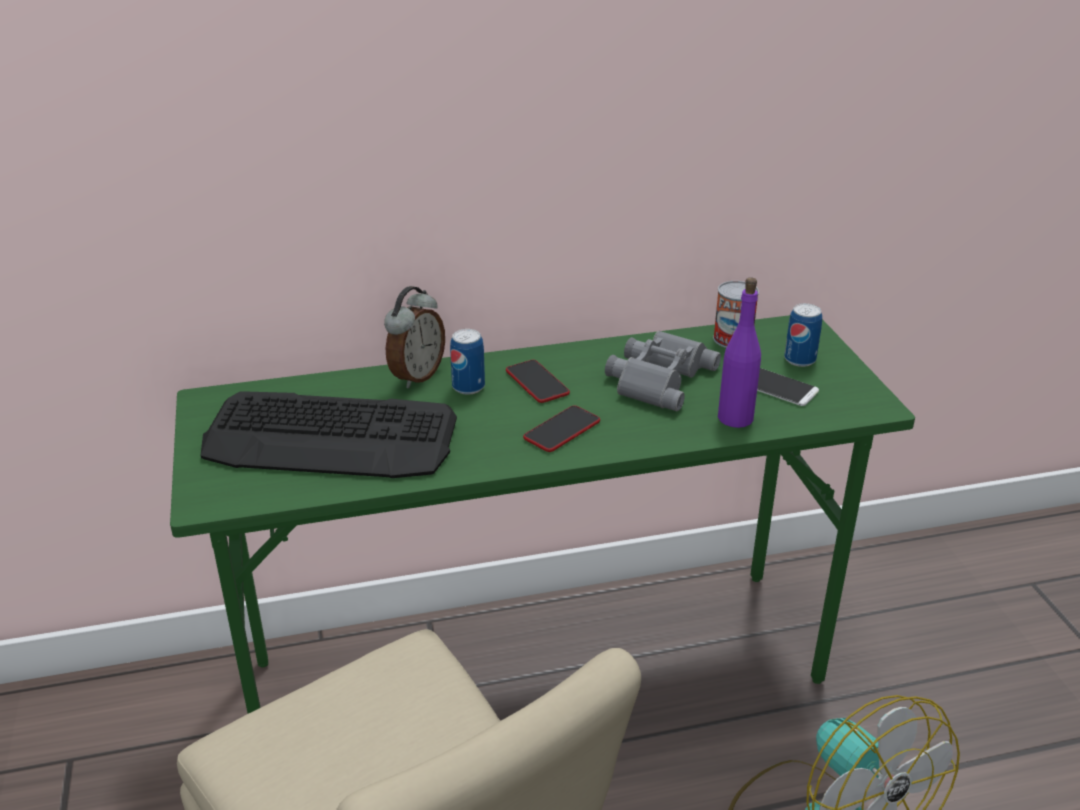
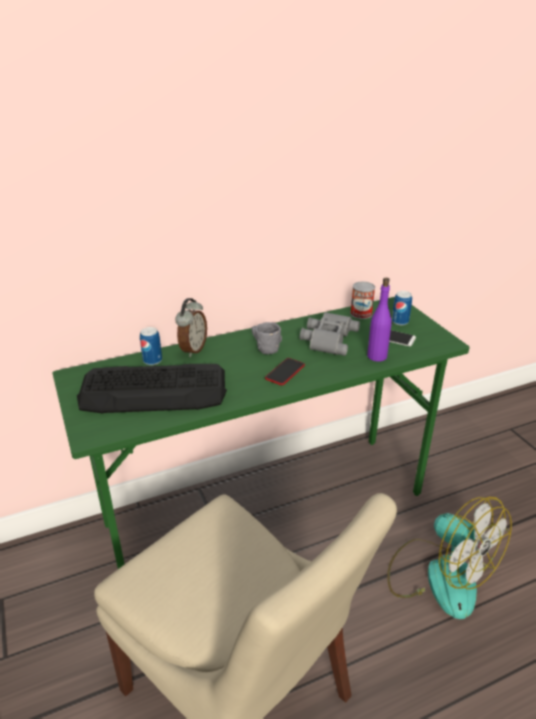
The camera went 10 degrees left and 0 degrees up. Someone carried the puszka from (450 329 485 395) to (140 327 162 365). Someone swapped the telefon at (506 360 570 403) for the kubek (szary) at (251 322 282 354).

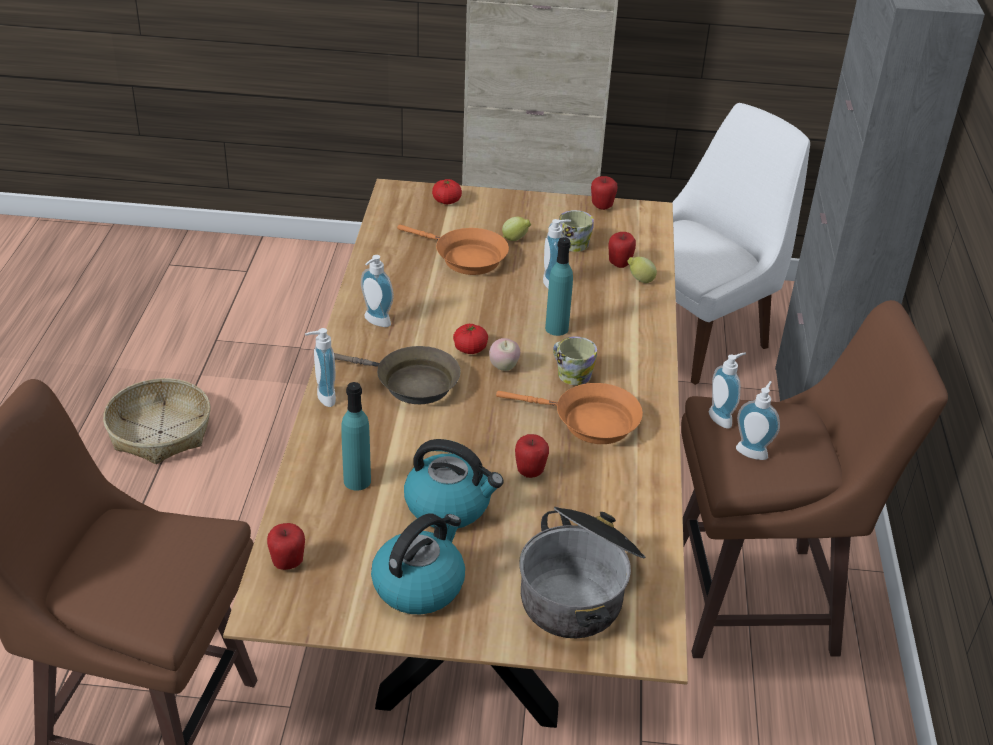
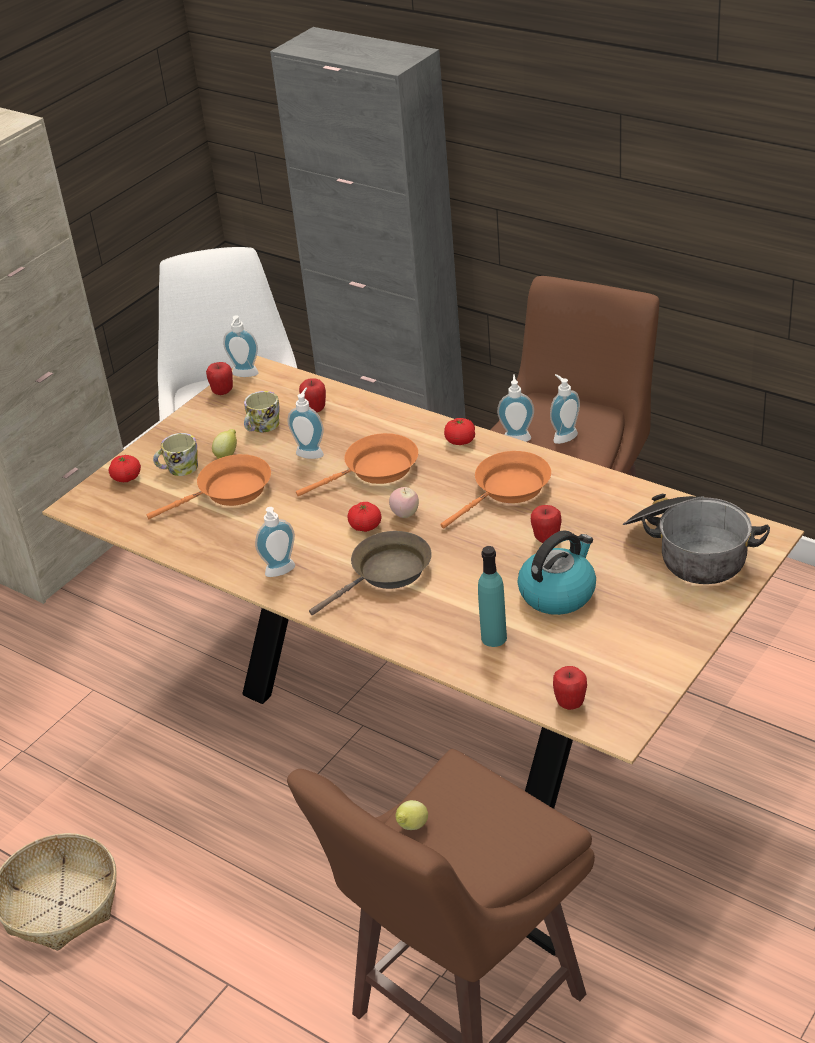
The camera went 55 degrees left and 0 degrees up. Someone carried the dozownik mydła from (305 328 336 407) to (223 315 259 377). Someone took away the czajnik at (371 513 465 614). Someone swapped the butelka (turkusowy) at (545 237 573 336) for the patelnia (pomarańczowy) at (296 433 418 496). Someone carried the kubek from (553 337 597 385) to (153 433 198 476). Someone carried the cytryna from (628 257 657 283) to (396 800 428 830). Someone put down the pomidor at (444 418 475 445).

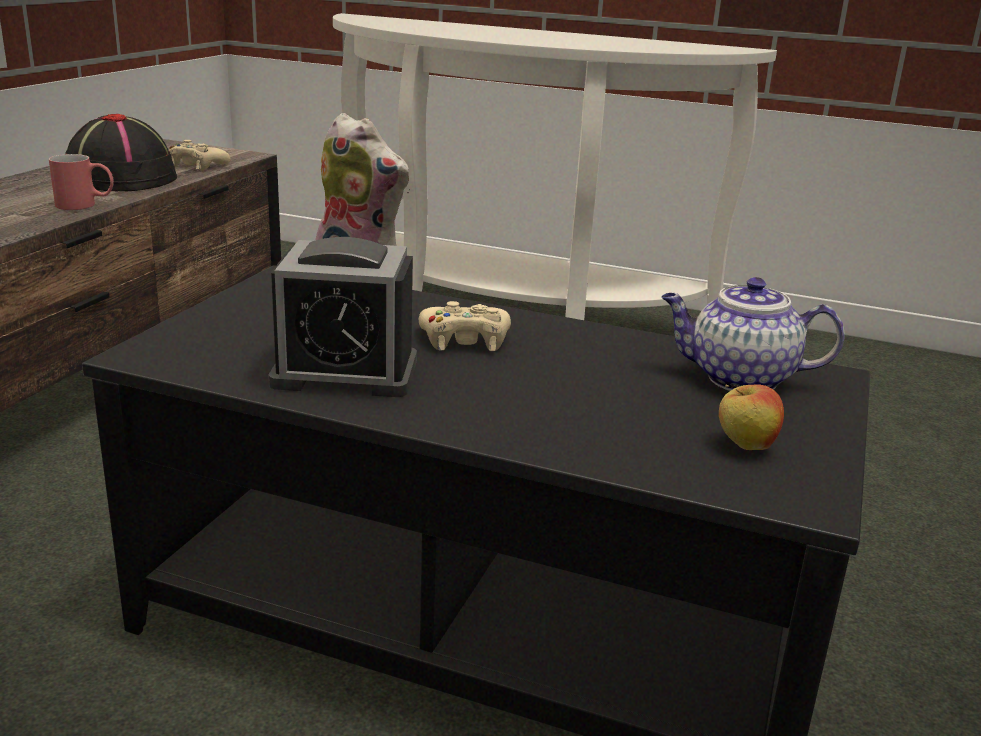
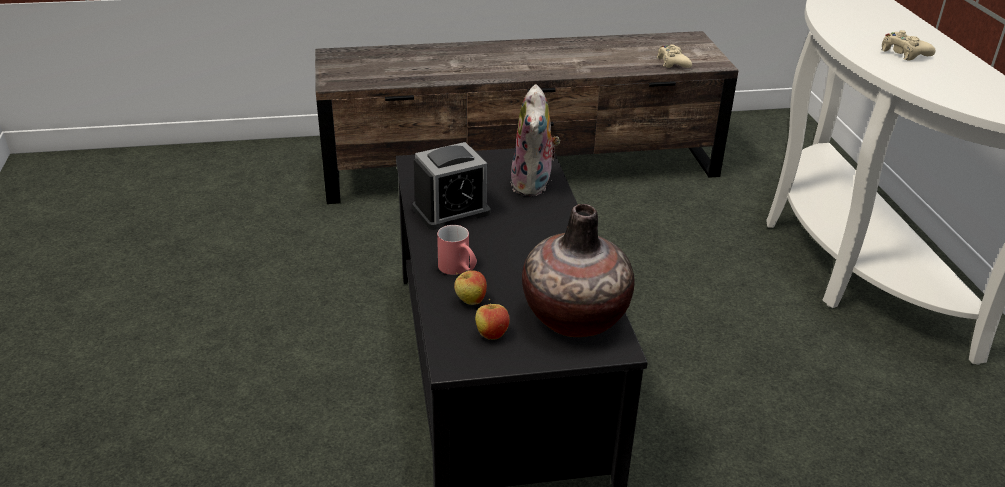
The camera went 60 degrees right and 10 degrees up. Someone carried the kubek (czerwony) from (49 154 114 210) to (437 225 477 275). Someone took away the kapelusz (czarny) at (65 114 177 191). Someone rotated the budzik at (268 237 417 397) by 90 degrees counterclockwise. Someone carried the pad do gier (beżowy) from (419 301 511 351) to (882 30 936 61). Someone swapped the imbryk at (661 277 845 391) for the wazon at (522 204 635 337). Someone put down the jabłko at (454 271 487 305).

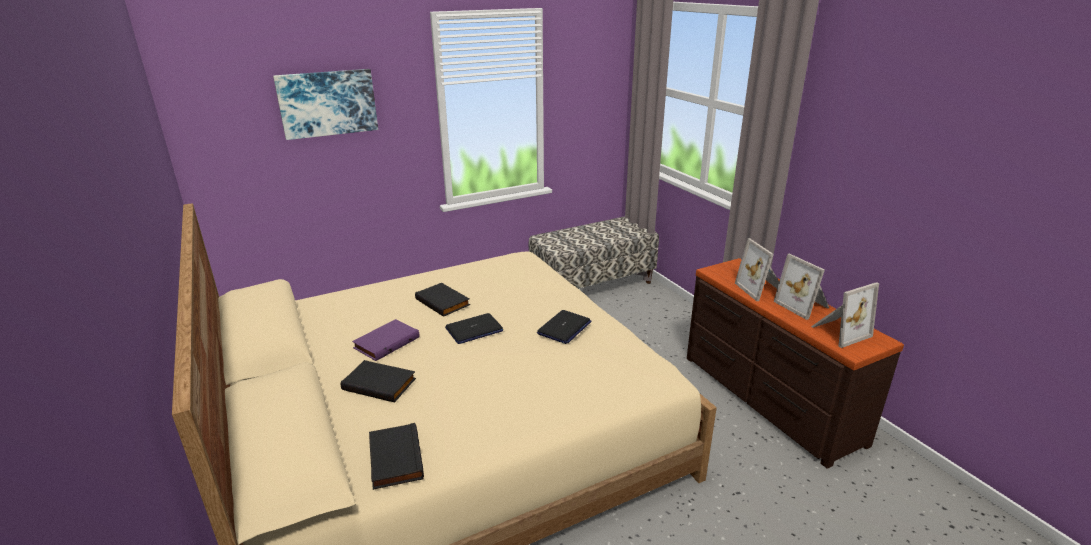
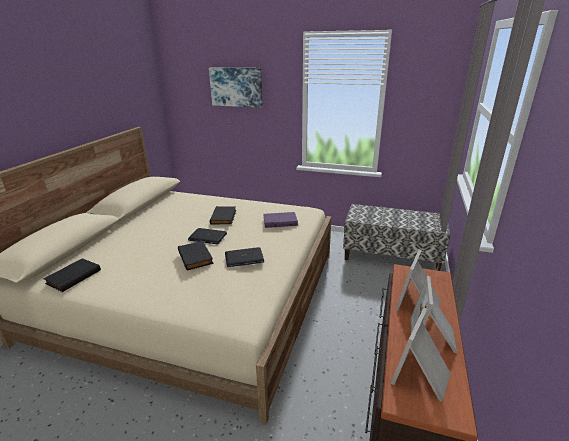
The camera went 45 degrees right and 0 degrees up. Someone carried the książka (czarny) from (341 360 416 402) to (178 241 214 271). Someone carried the książka (fioletowy) from (352 319 420 361) to (263 212 298 228). Someone rotated the ramka na zdjęcie at (811 282 879 348) by 105 degrees clockwise.

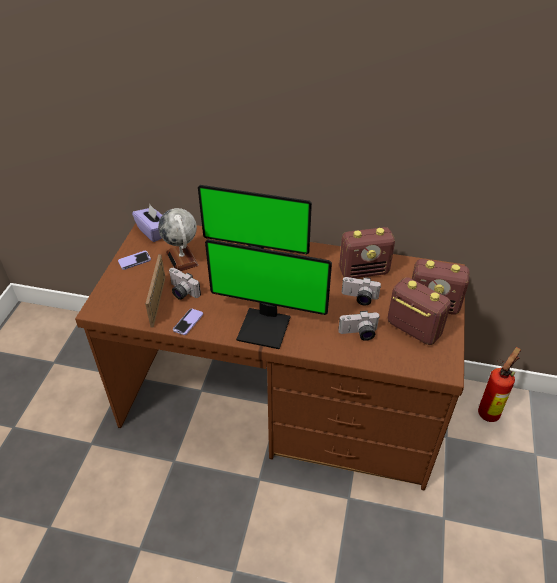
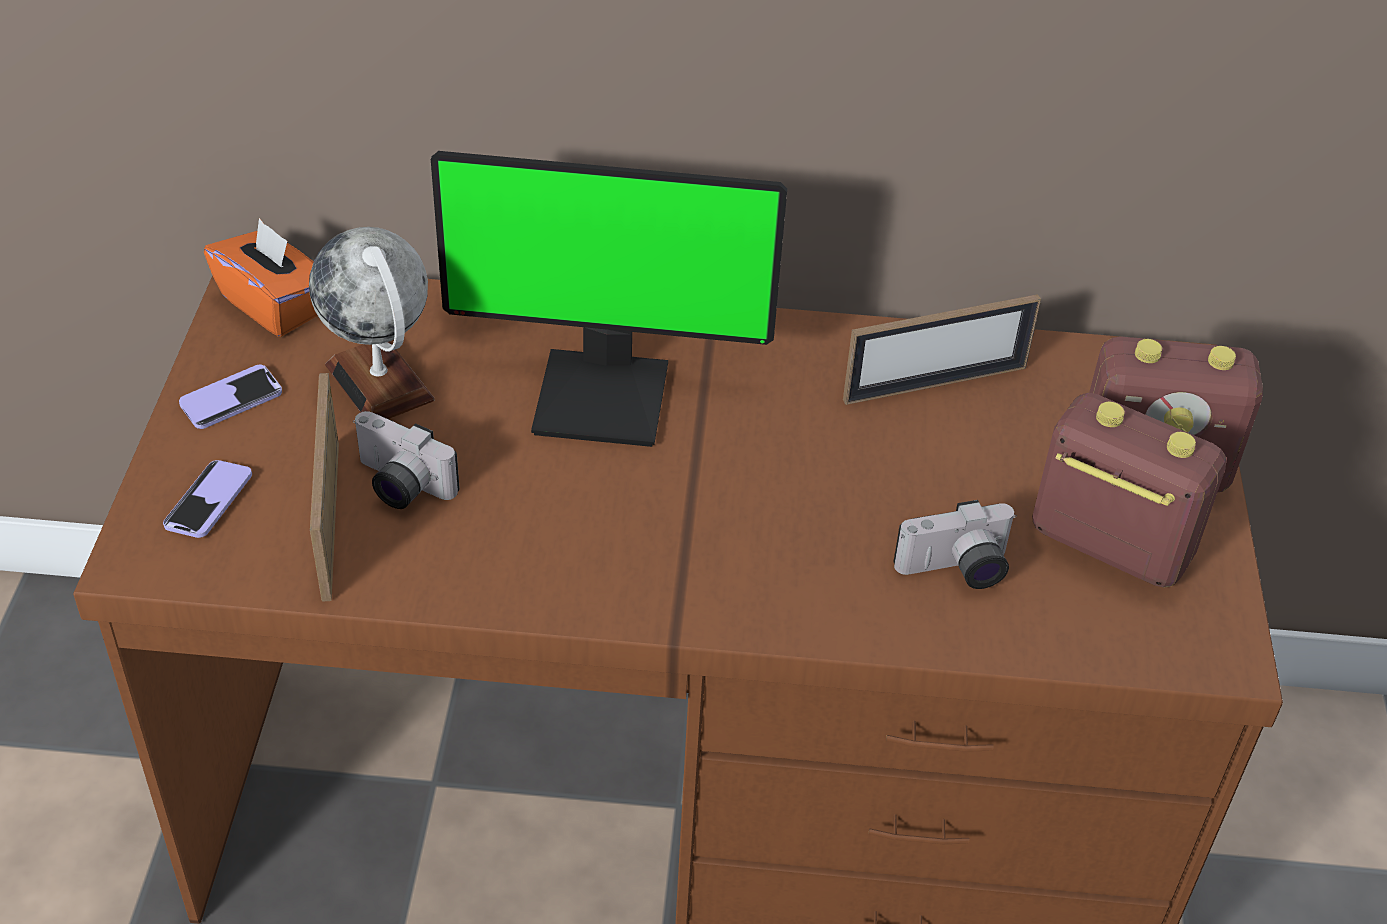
The camera went 10 degrees left and 0 degrees up. Someone repainted the pudełko chusteczek (fioletowy) at (132 204 162 242), which became the pudełko chusteczek (pomarańczowy) at (204 218 318 337). Someone carried the telefon from (173 309 203 335) to (163 460 252 538). Someone took away the monitor at (205 239 332 349). Someone swapped the radio at (339 227 395 278) for the ramka na zdjęcie at (843 294 1041 405). Someone took away the aparat fotograficzny at (342 277 381 306). Someone took away the gaśnica at (478 347 521 422).

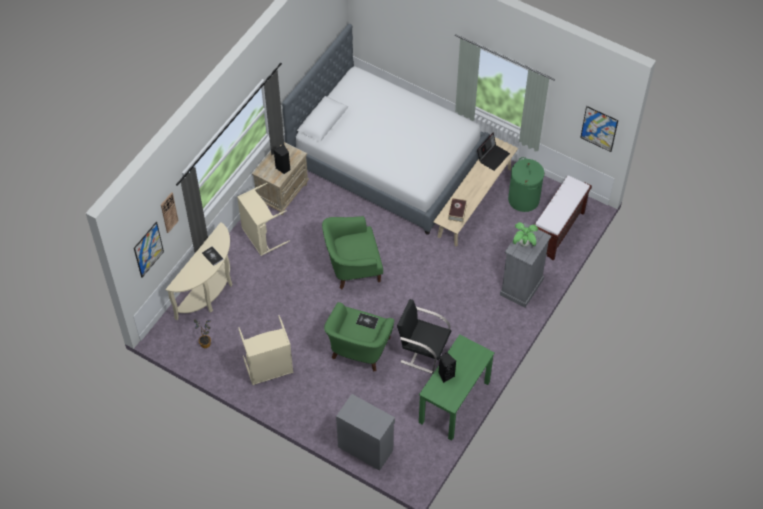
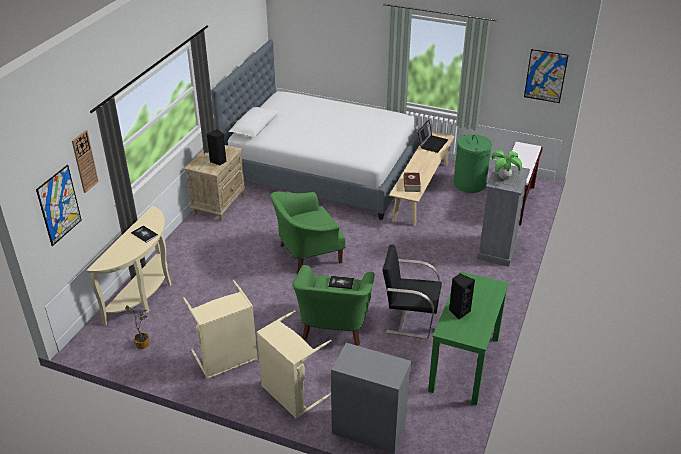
The camera went 10 degrees left and 20 degrees down. Someone carried the kosz na pranie (beżowy) from (237 183 290 256) to (256 310 332 419).

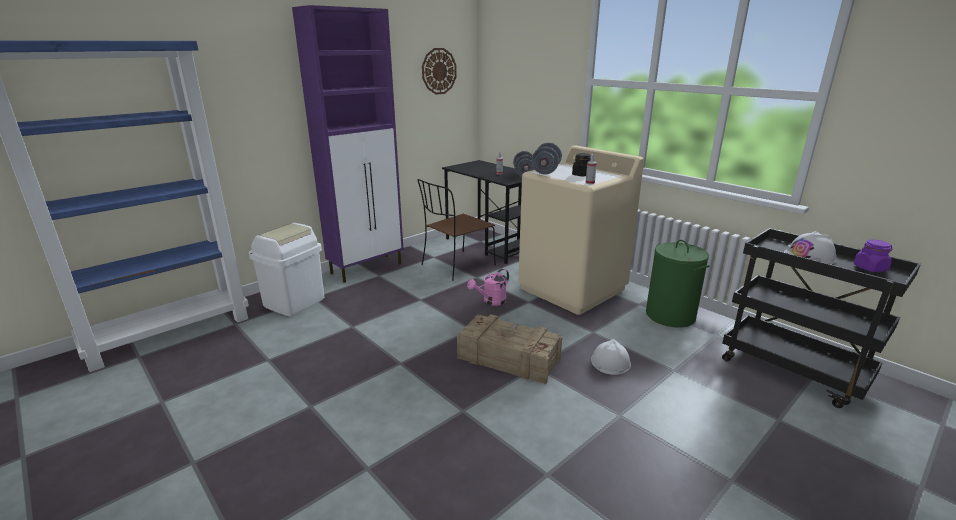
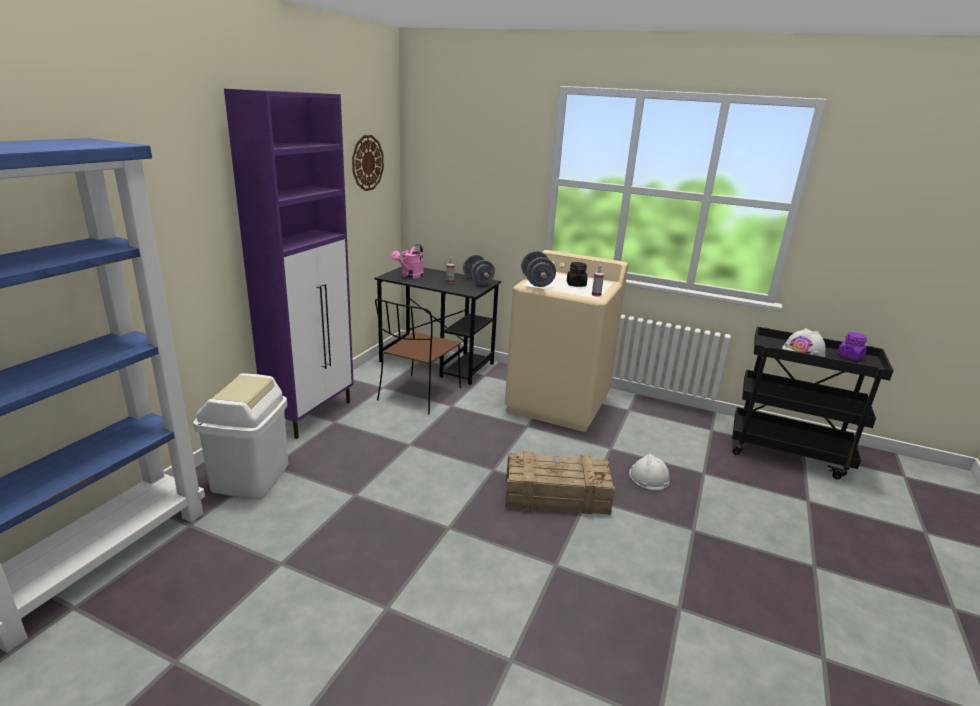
The camera went 25 degrees left and 0 degrees up. Someone carried the konewka (różowy) from (467 269 509 306) to (391 244 424 279). Someone took away the kosz na pranie (zielony) at (646 240 709 328).

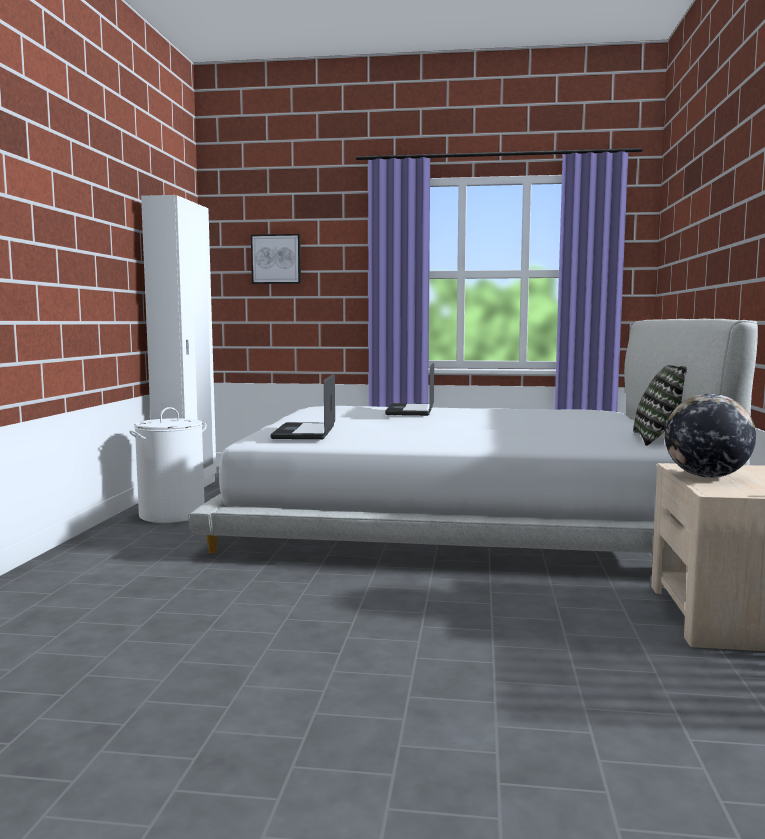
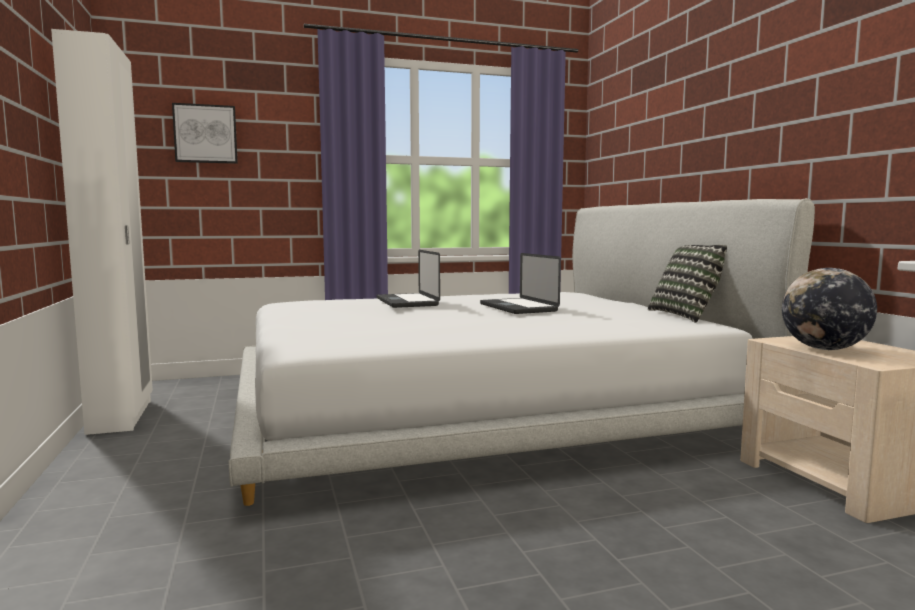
The camera went 25 degrees left and 0 degrees up. Someone took away the kosz na pranie (biały) at (129 407 207 523). Someone carried the laptop from (271 374 335 440) to (480 253 561 314).

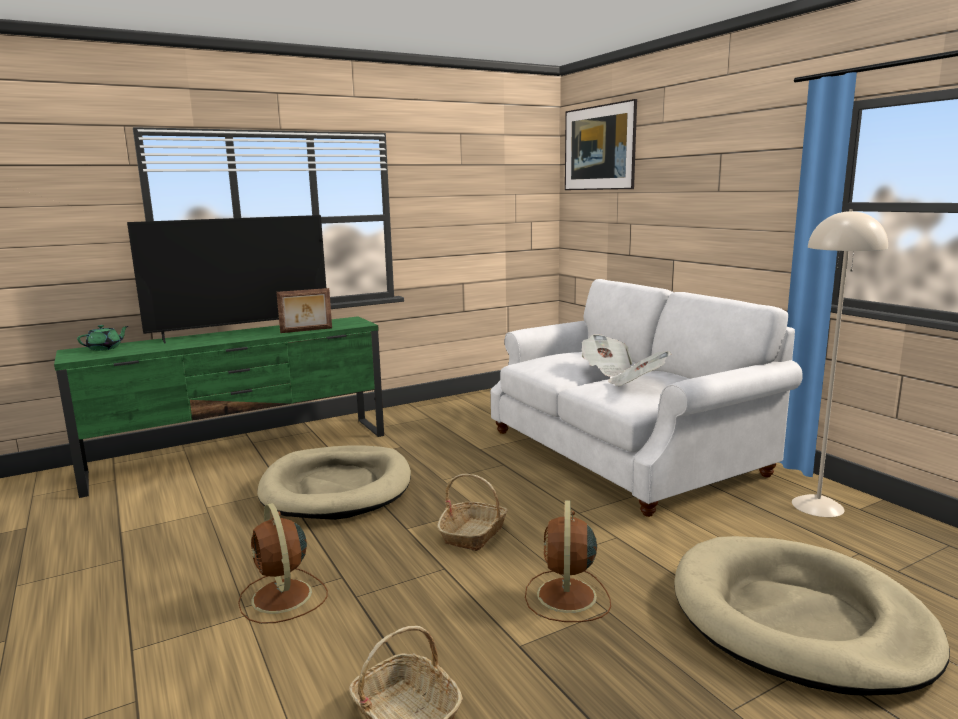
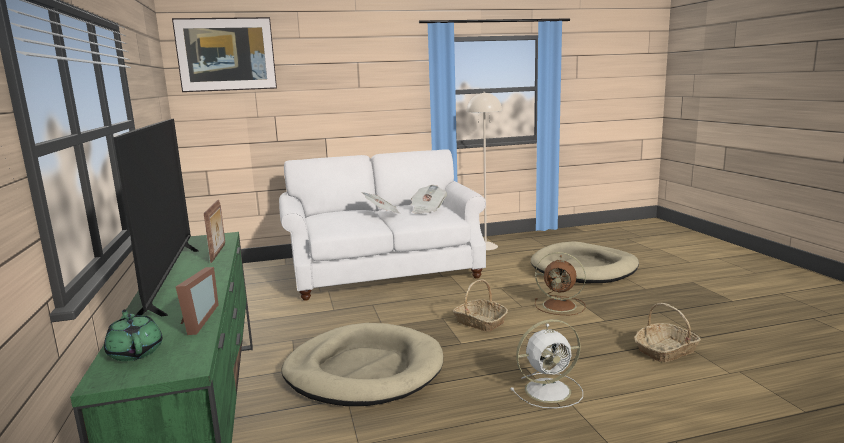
The camera went 75 degrees left and 0 degrees up. Someone repainted the wentylator (brązowy) at (238 503 328 624), which became the wentylator (biały) at (511 319 583 408). Someone put down the ramka na zdjęcie at (176 267 219 335).

